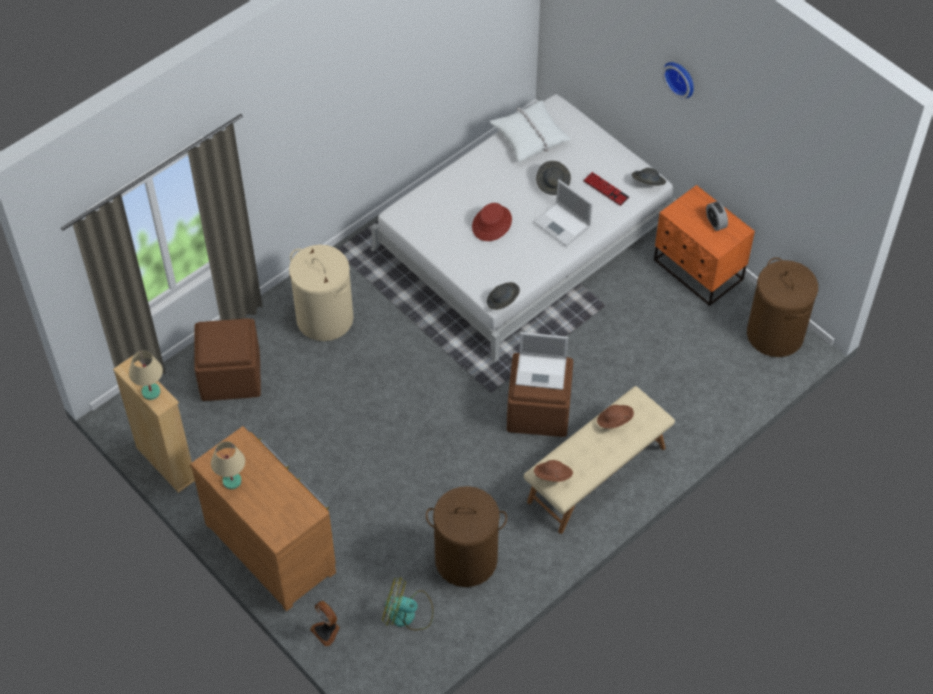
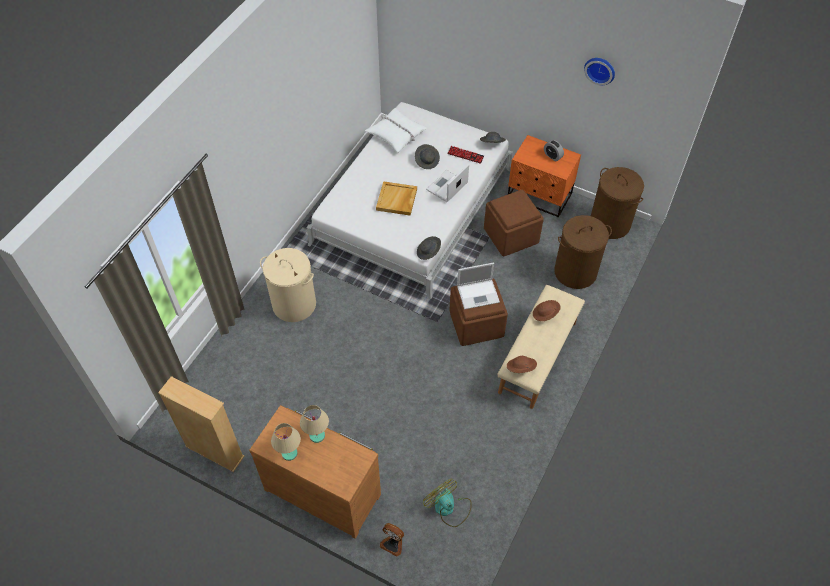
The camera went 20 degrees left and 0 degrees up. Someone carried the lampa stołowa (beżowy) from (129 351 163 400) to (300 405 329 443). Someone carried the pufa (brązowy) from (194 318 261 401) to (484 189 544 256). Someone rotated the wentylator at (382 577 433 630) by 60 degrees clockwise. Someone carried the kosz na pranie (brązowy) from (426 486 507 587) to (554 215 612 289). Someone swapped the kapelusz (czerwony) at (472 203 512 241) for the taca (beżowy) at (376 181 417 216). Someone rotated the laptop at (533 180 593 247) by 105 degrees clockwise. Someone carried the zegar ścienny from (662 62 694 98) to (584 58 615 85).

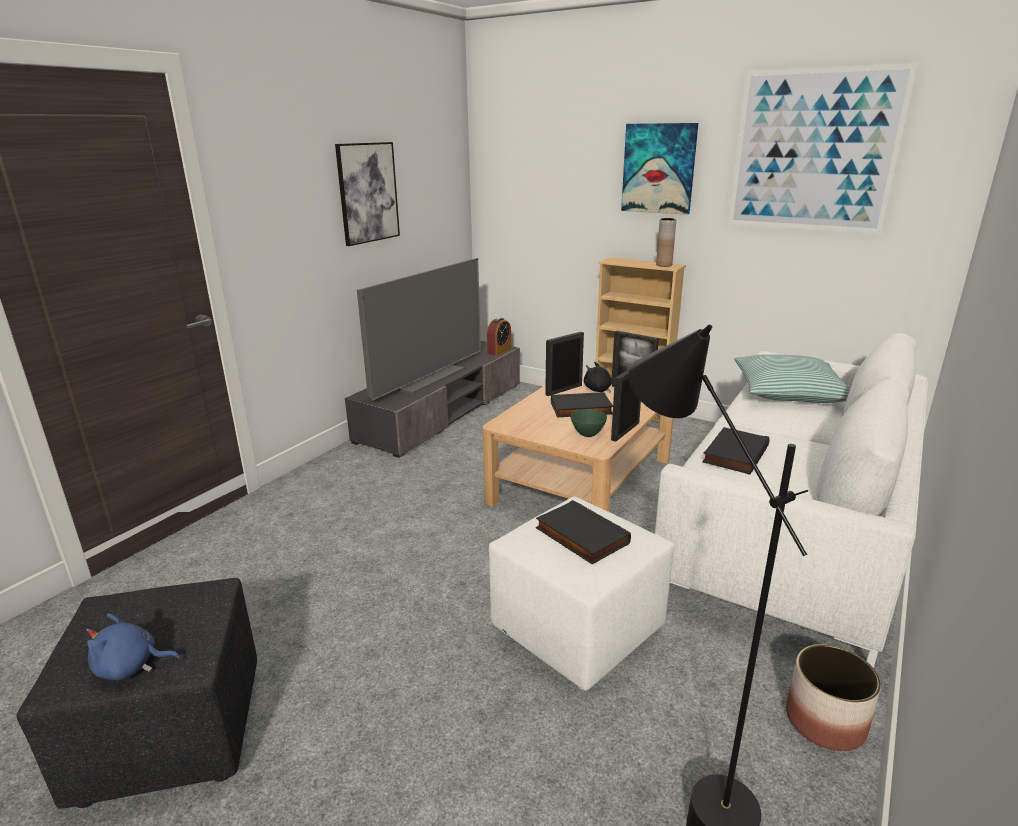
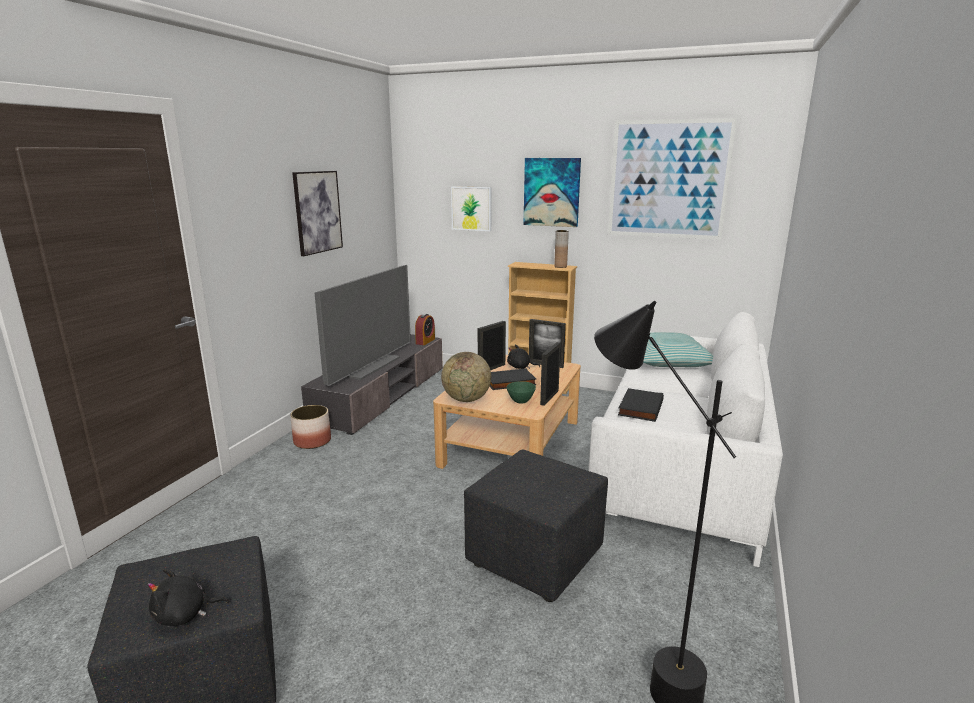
The camera went 10 degrees left and 5 degrees down. Someone repainted the pluszak (niebieski) at (86 613 181 680), which became the pluszak (czarny) at (147 569 230 626). Someone repainted the pufa (biały) at (489 496 674 690), which became the pufa (czarny) at (464 449 608 602). Someone took away the książka (czarny) at (536 500 631 564). Someone carried the donica from (786 644 881 751) to (290 405 331 449). Someone put down the globus at (441 352 491 402). Someone put up the obraz at (451 186 491 231).

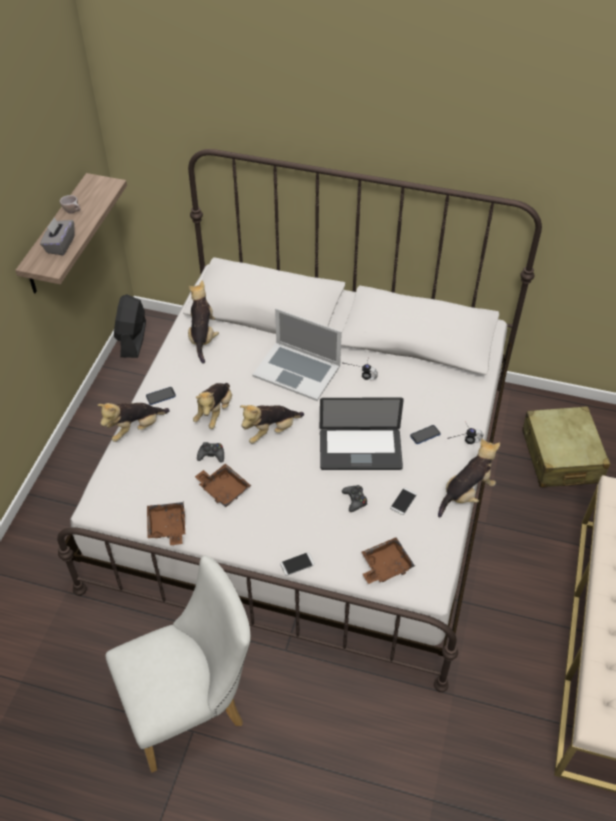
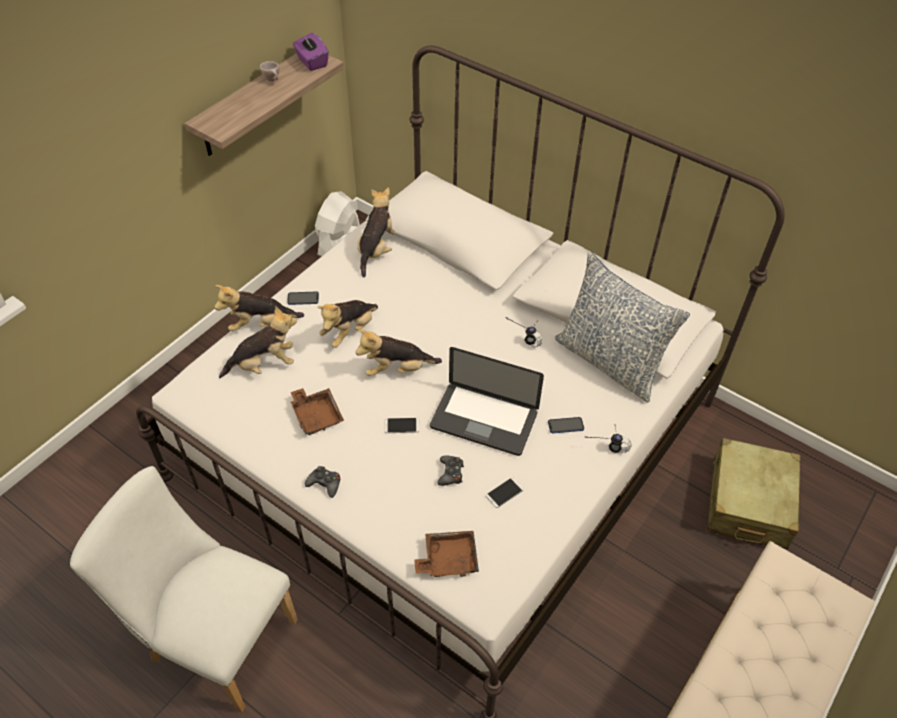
The camera went 20 degrees right and 0 degrees up. Someone took away the pudełko chusteczek (szary) at (40 217 75 255). Someone rotated the krzesło (biały) at (105 556 251 773) by 150 degrees counterclockwise. Someone repainted the wentylator (czarny) at (114 294 146 358), which became the wentylator (biały) at (315 191 360 256). Someone took away the taca (brązowy) at (147 502 185 545). Someone carried the pad do gier (czarny) from (197 442 224 463) to (305 466 340 498). Someone took away the laptop at (252 308 342 401). Someone carried the telefon from (280 552 315 576) to (385 418 419 433). Someone carried the pluszak from (438 438 500 518) to (219 306 297 378). Someone put down the pudełko chusteczek (fioletowy) at (293 33 329 71). Someone put down the poduszka at (555 252 690 403).

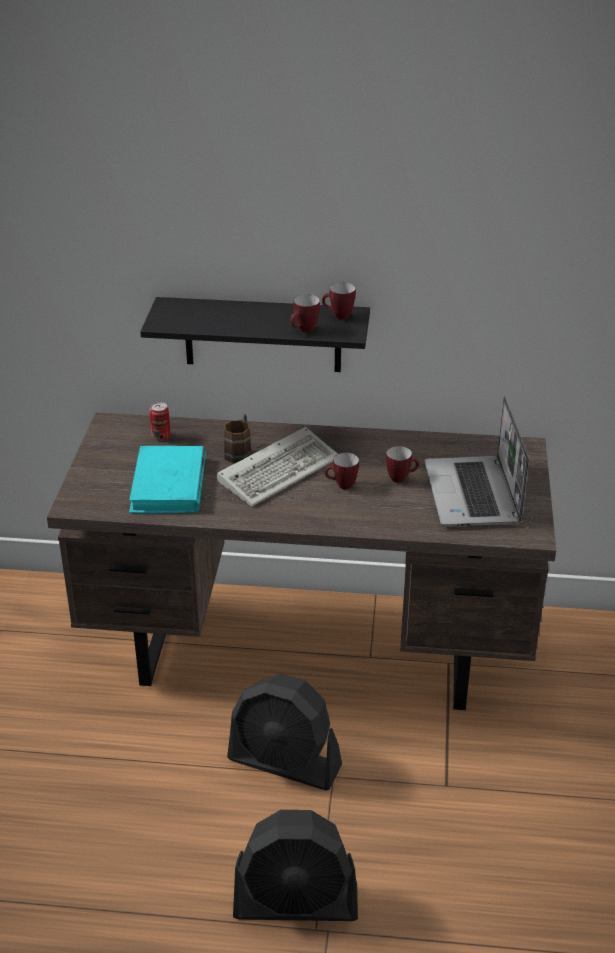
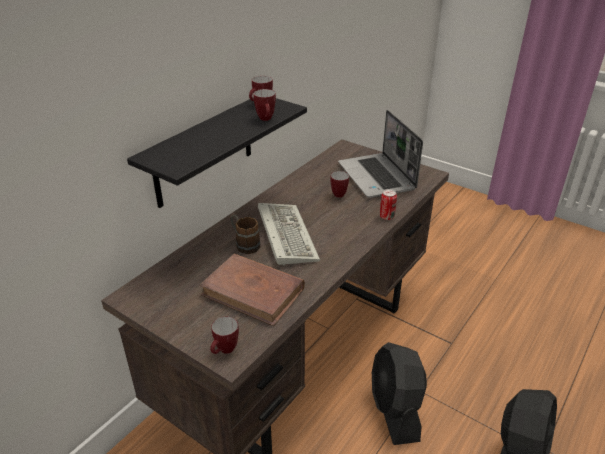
The camera went 60 degrees left and 0 degrees up. Someone repainted the książka (turkusowy) at (129 446 206 513), which became the książka (brązowy) at (200 254 305 326). Someone carried the puszka from (149 402 170 441) to (380 189 397 220). Someone rotated the wentylator (czarny) at (227 673 342 790) by 120 degrees clockwise. Someone carried the kubek from (325 453 359 490) to (210 317 239 354). Someone rotated the laptop at (424 396 529 526) by 45 degrees clockwise.

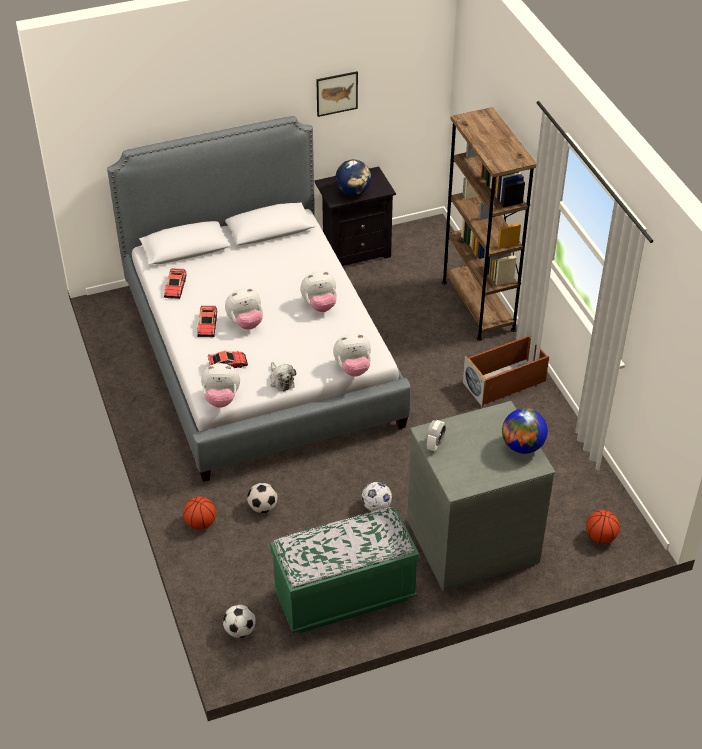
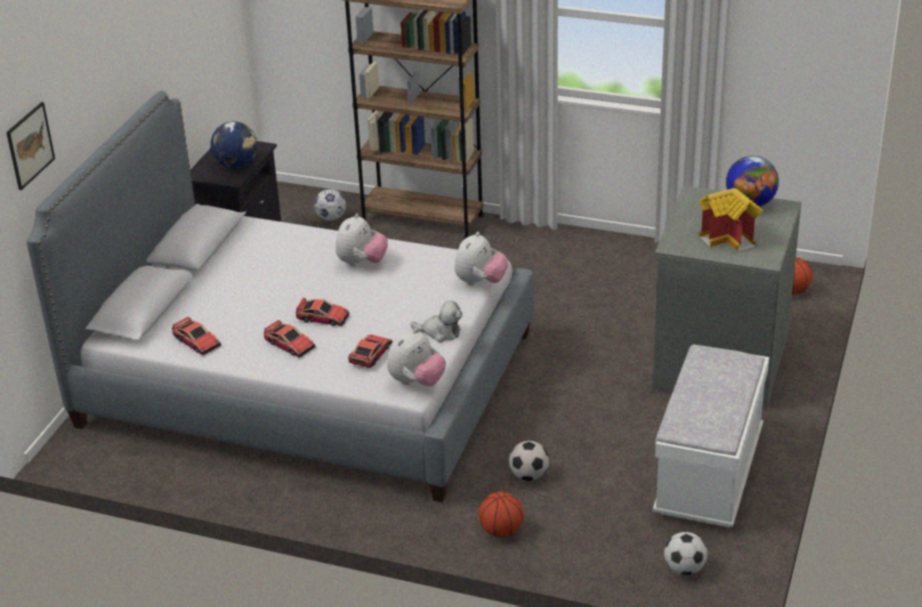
The camera went 50 degrees left and 10 degrees down. Someone swapped the pluszak at (225 288 263 330) for the samochodzik at (296 298 350 326). Someone repainted the ławka (zielony) at (270 507 419 633), which became the ławka (biały) at (653 344 769 528). Someone carried the obraz from (316 71 358 117) to (6 102 55 190). Someone carried the piłka futbolowa from (362 482 392 511) to (314 189 346 221). Someone took away the budzik at (426 420 446 451). Someone took away the pojemnik do przechowywania (brązowy) at (463 336 549 407). Someone put down the domek at (699 188 763 251).

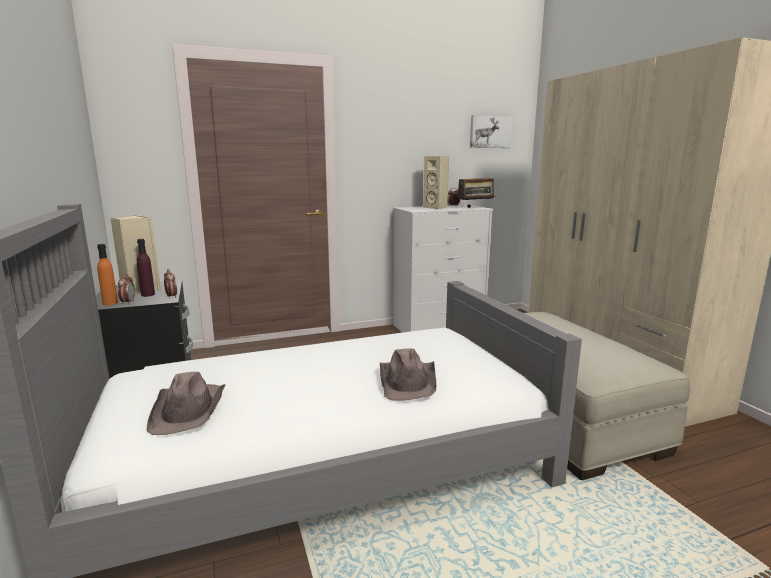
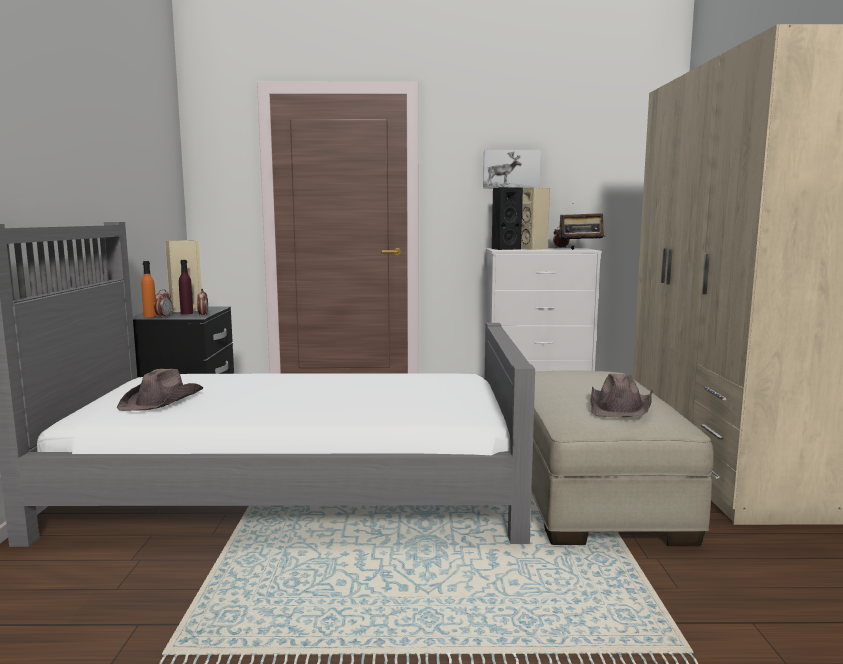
The camera went 20 degrees right and 5 degrees down. Someone carried the kapelusz (brązowy) from (380 348 436 401) to (590 374 653 417). Someone carried the obraz from (470 115 513 148) to (483 149 541 189). Someone put down the głośnik (czarny) at (492 187 523 250).

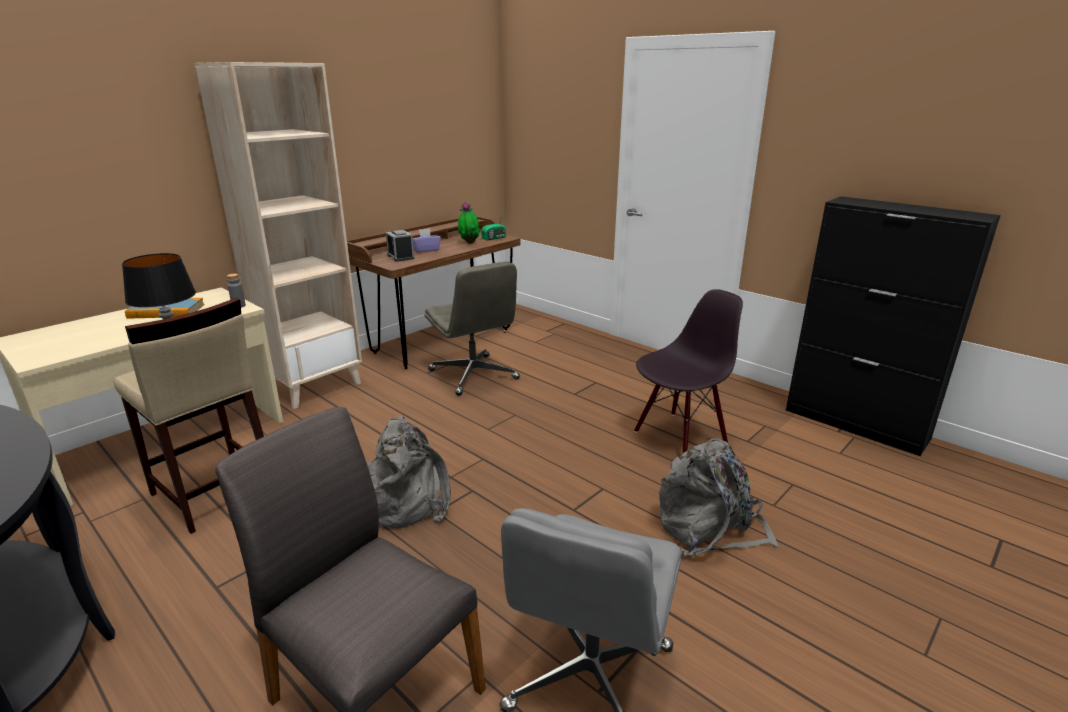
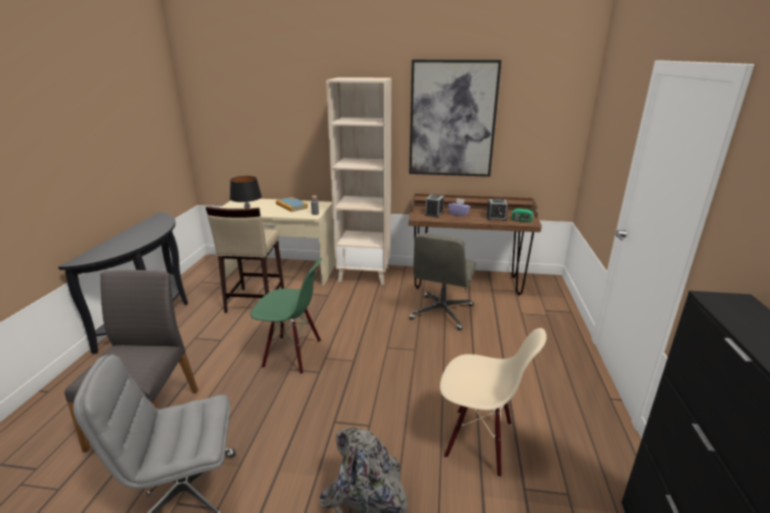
The camera went 55 degrees right and 0 degrees up. Someone swapped the plecak (szary) at (367 416 451 528) for the krzesło (zielony) at (250 258 322 375). Someone swapped the roślina doniczkowa at (458 202 481 244) for the budzik at (486 198 508 221). Someone repainted the krzesło (czarny) at (634 289 743 453), which became the krzesło (beżowy) at (440 328 547 478). Someone put up the obraz at (409 60 502 177).

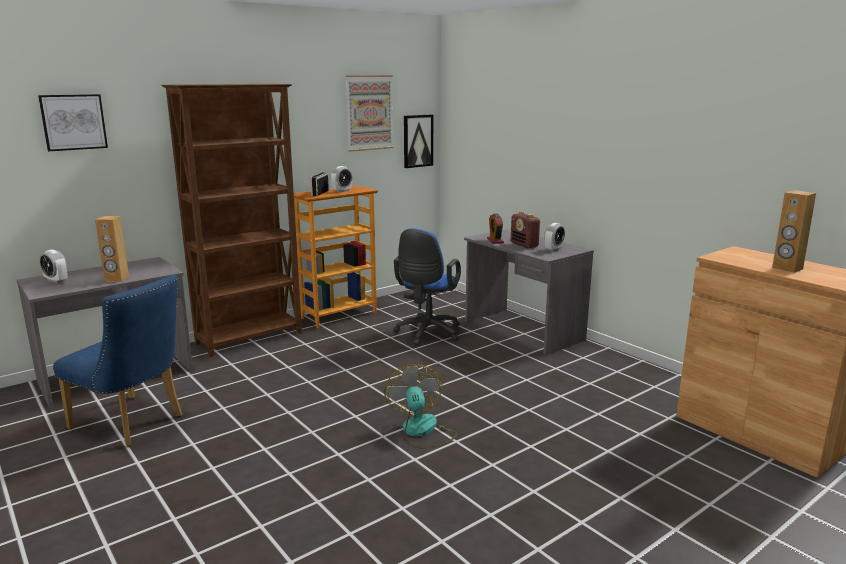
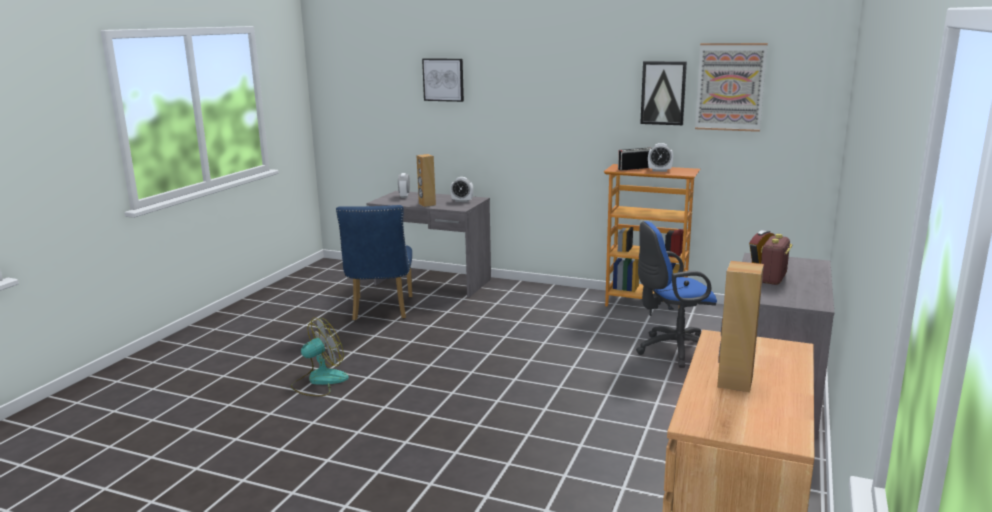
The camera went 60 degrees right and 0 degrees up. Someone took away the regał (brązowy) at (161 84 302 357). Someone carried the wentylator from (384 364 457 448) to (291 318 349 396). Someone carried the obraz from (404 114 433 168) to (640 61 687 125). Someone carried the budzik from (544 223 565 252) to (450 177 473 202).

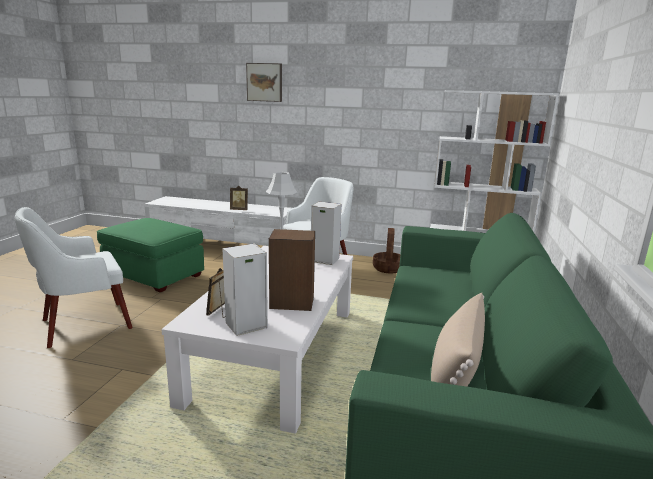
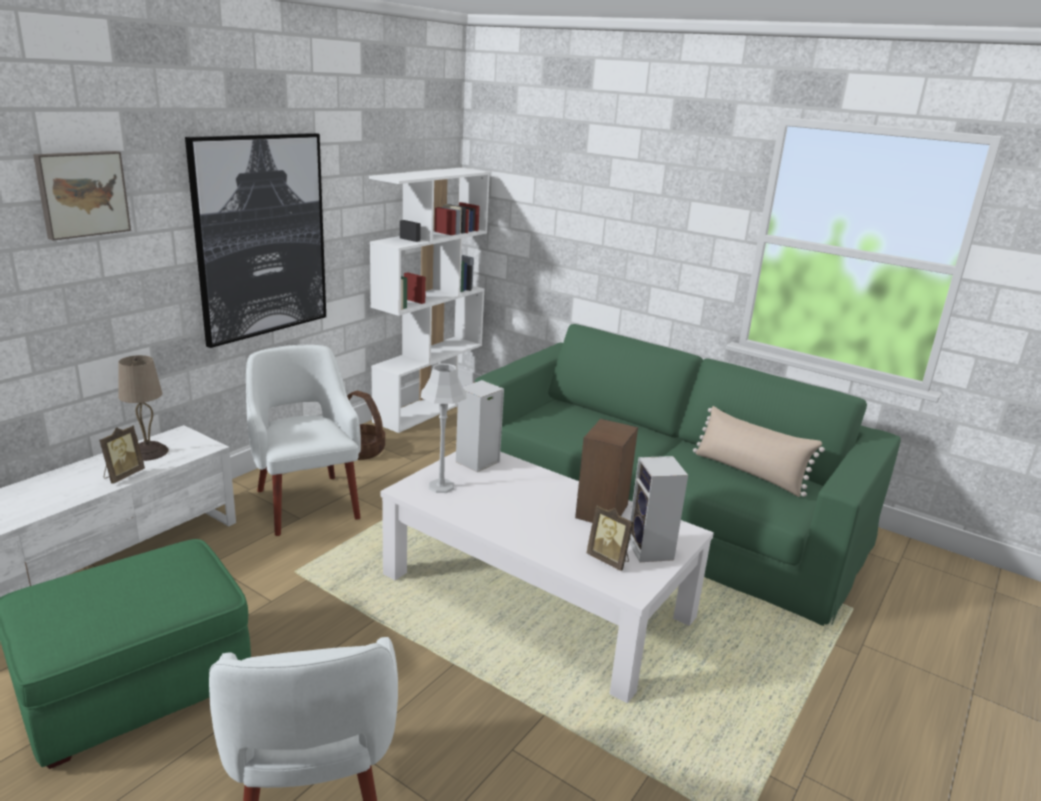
The camera went 70 degrees left and 5 degrees up. Someone put down the lampa stołowa (beżowy) at (118 355 169 461). Someone put up the obraz at (185 133 326 348).

